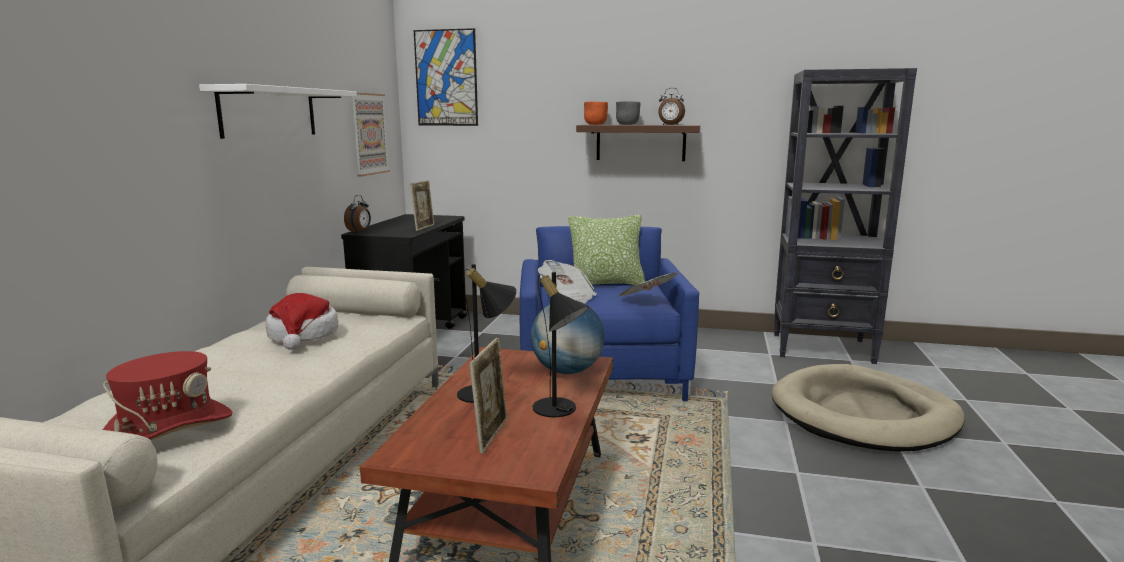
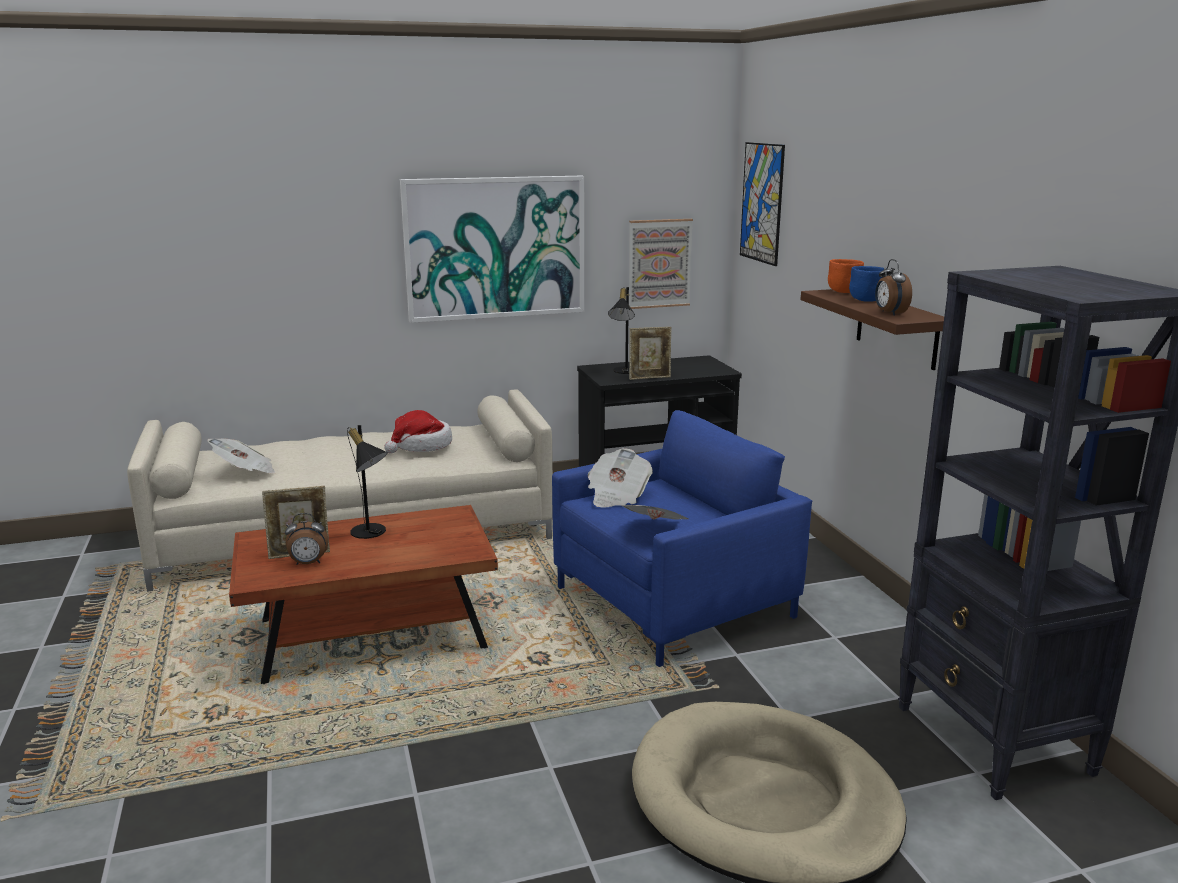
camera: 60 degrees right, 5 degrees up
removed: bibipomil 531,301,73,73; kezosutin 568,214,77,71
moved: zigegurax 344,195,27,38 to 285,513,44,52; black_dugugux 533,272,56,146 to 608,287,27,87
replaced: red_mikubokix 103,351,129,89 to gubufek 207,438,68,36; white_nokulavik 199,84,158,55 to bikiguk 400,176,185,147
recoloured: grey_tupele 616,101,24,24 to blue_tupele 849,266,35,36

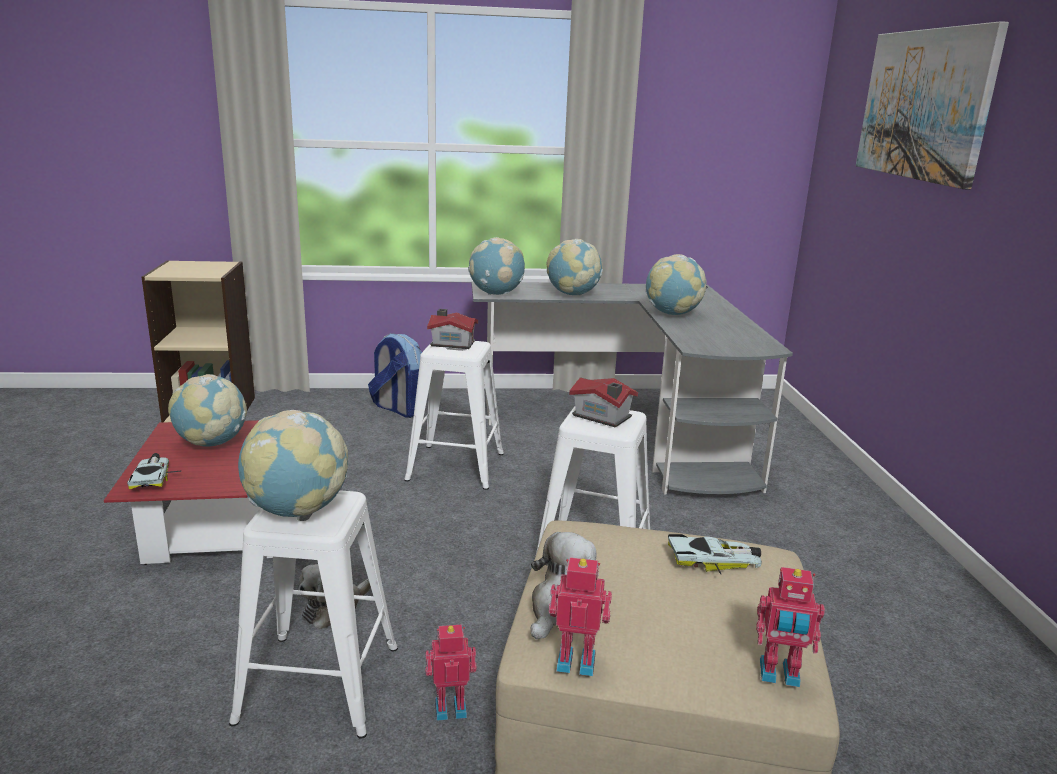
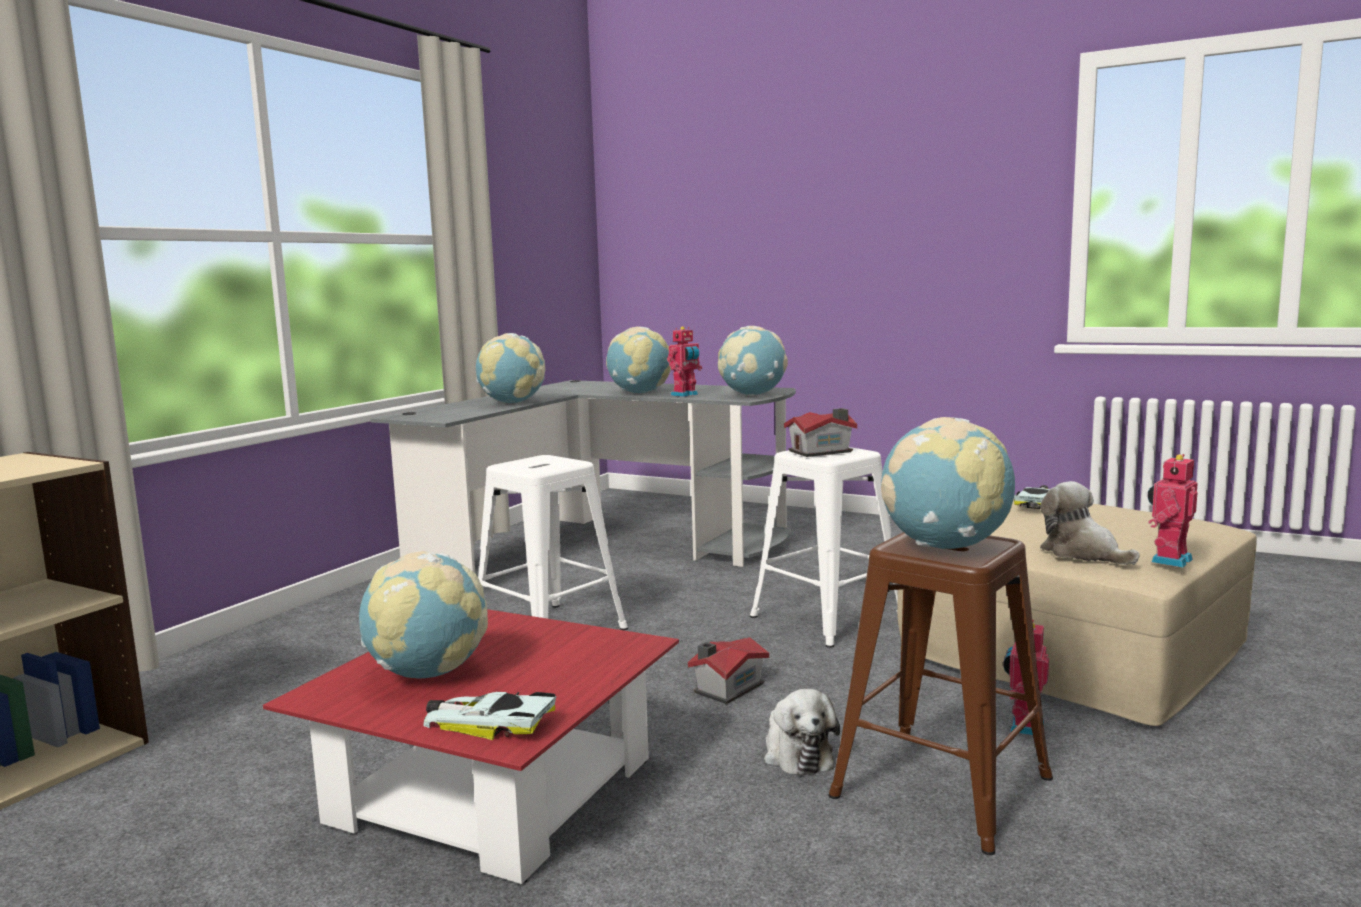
camera: 55 degrees left, 10 degrees down
removed: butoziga 368,333,54,85; bikiguk 856,21,153,168
moved: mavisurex 427,309,51,40 to 688,637,81,67; bibipomil 468,237,57,58 to 718,326,70,70; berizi 756,567,69,120 to 667,326,35,71
recoloured: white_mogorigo 229,490,169,249 to brown_mogorigo 828,532,225,323

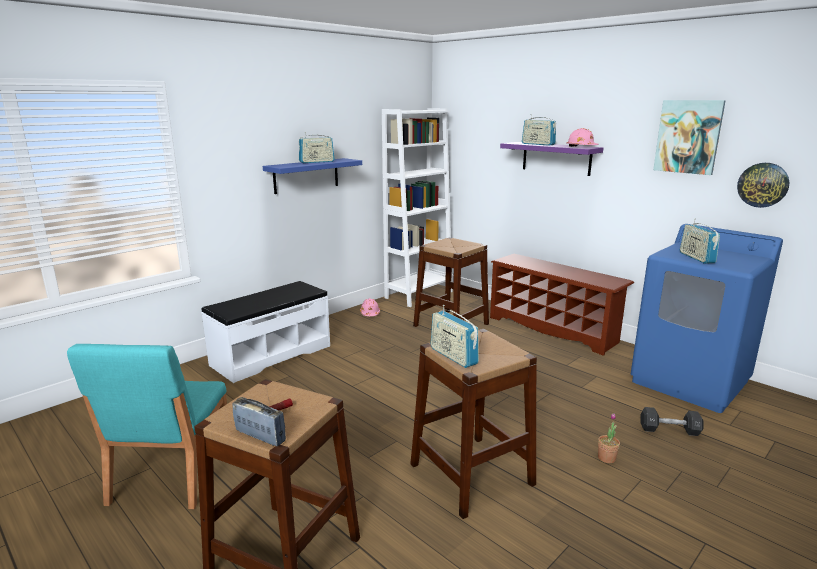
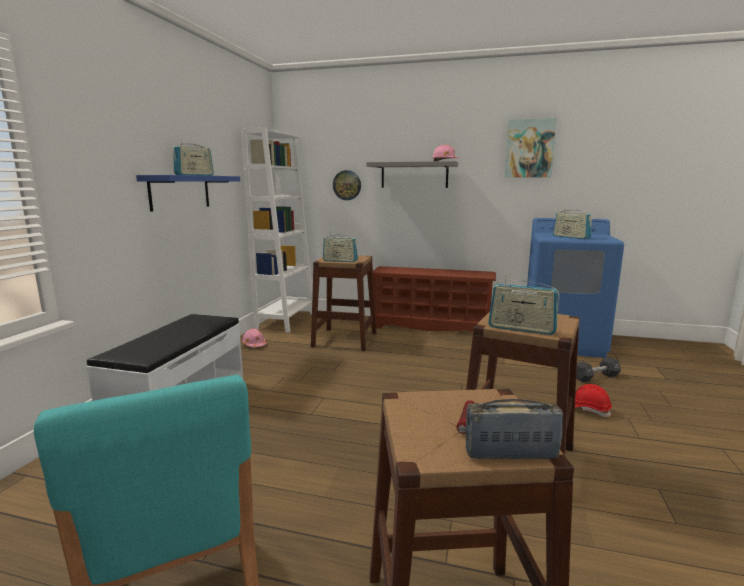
camera: 30 degrees left, 5 degrees down
moved: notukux 522,114,34,32 to 323,235,35,27; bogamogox 737,163,52,45 to 333,170,28,30
replaced: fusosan 598,413,22,50 to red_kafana 575,384,37,33
recoloured: purple_nokulavik 500,142,103,34 to grey_nokulavik 366,161,92,27

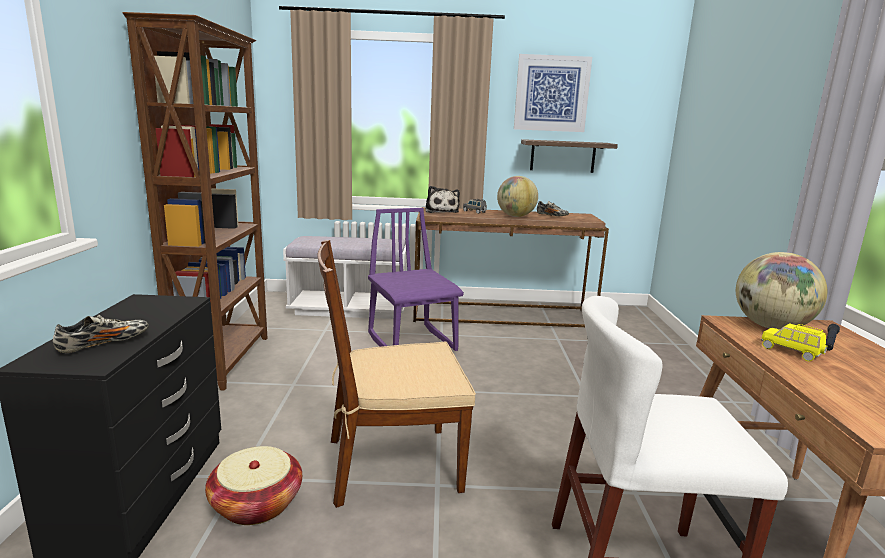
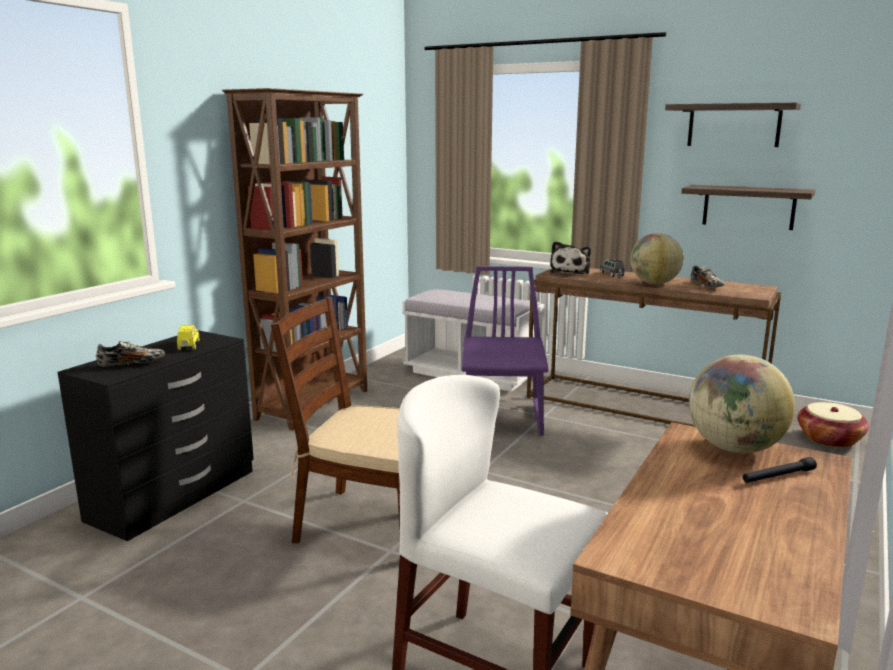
camera: 30 degrees right, 0 degrees up
moved: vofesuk 205,446,97,79 to 798,402,71,46; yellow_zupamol 761,323,66,38 to 177,325,22,25
replaced: bikiguk 514,54,78,78 to nokulavik 665,103,136,44

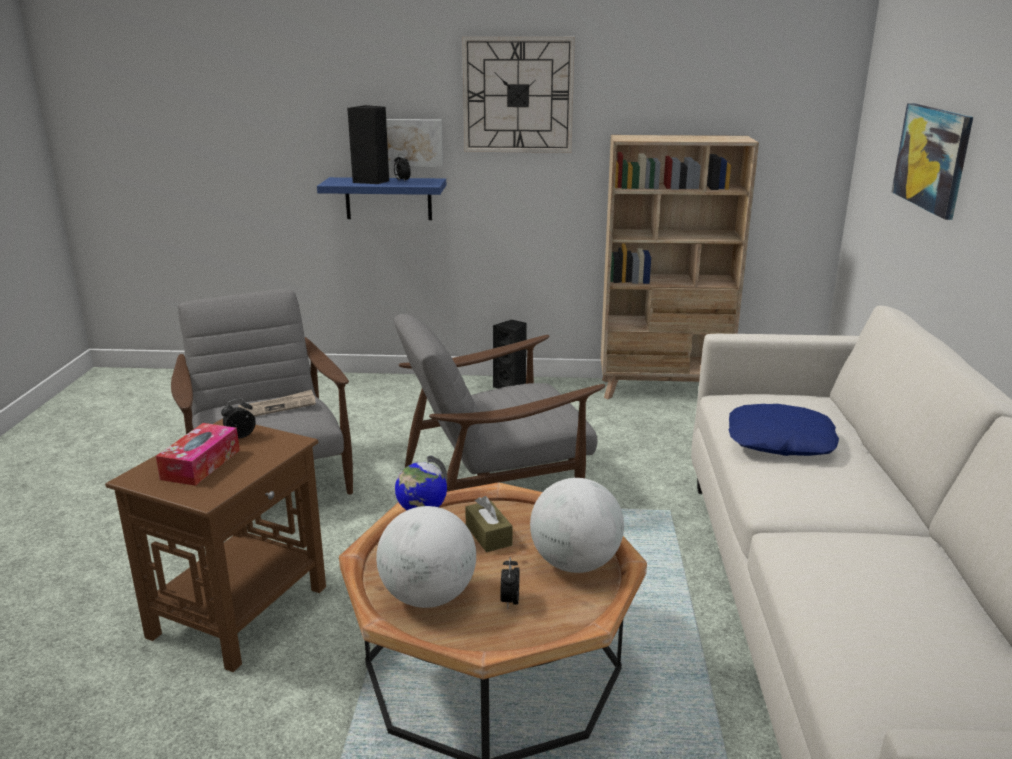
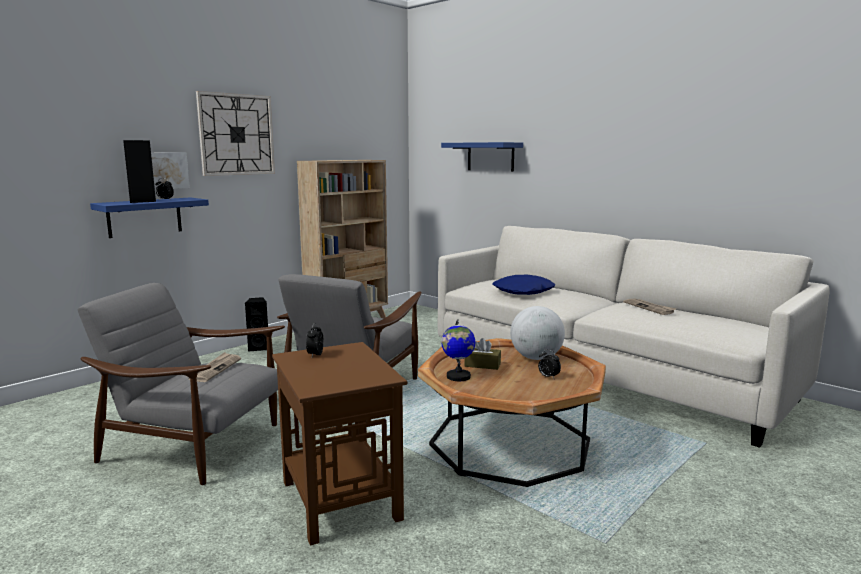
camera: 50 degrees left, 10 degrees down
removed: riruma 156,423,84,63; bibipomil 376,506,100,102
added: gubufek 623,299,54,16
replaced: bikiguk 892,103,81,117 to blue_nokulavik 441,142,82,29

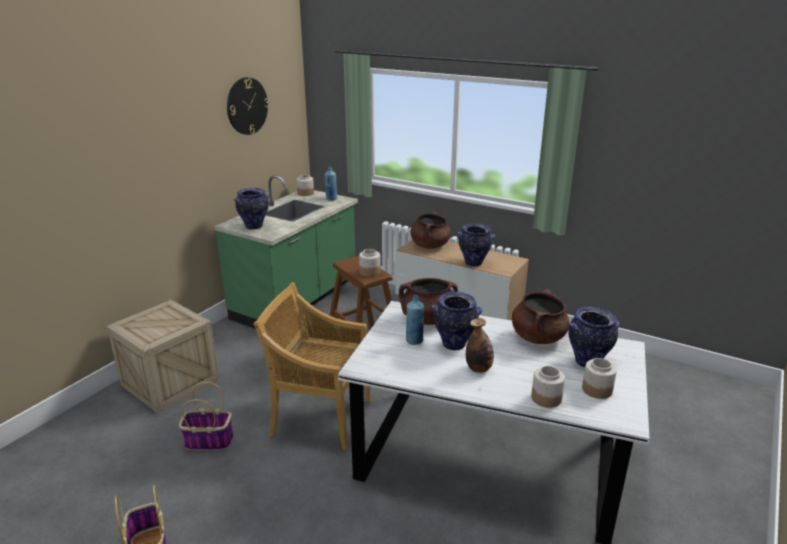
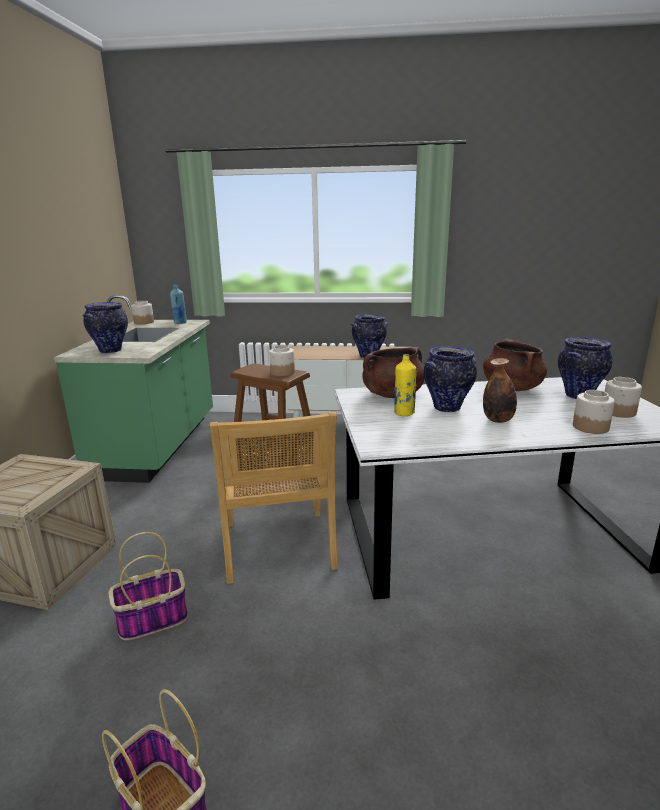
camera: 25 degrees left, 5 degrees down
removed: bogamogox 227,77,42,58; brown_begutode 410,211,41,38
recoloured: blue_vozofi 406,295,18,50 to yellow_vozofi 394,354,22,62
turned: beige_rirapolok 253,282,118,168 = 210,412,128,172 90 degrees counterclockwise

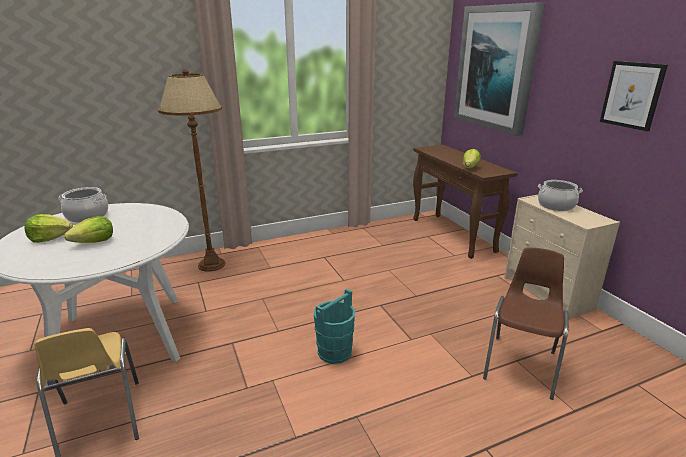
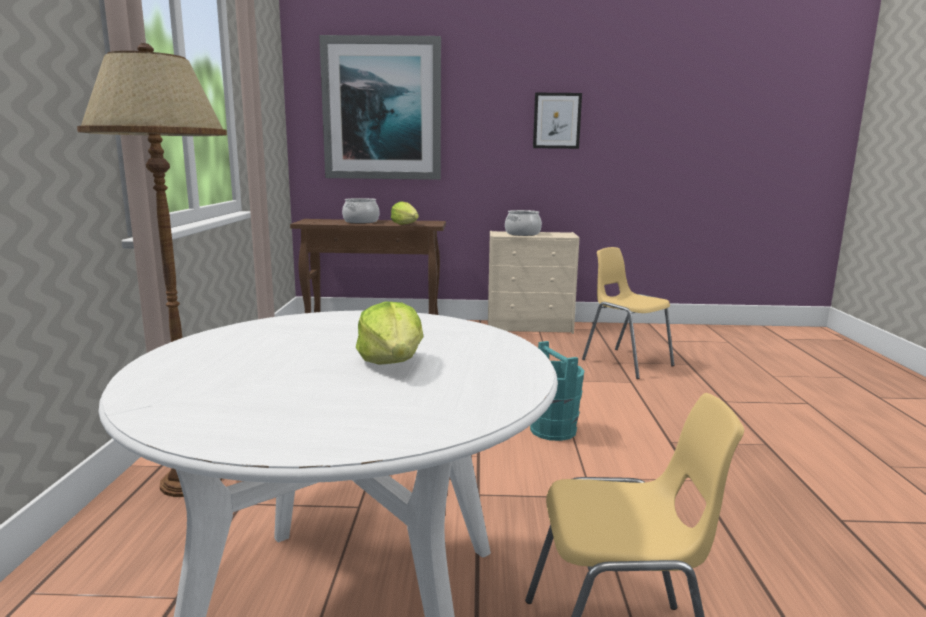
camera: 65 degrees left, 10 degrees down
removed: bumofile 24,214,49,29
moved: begutode 59,187,49,36 to 342,198,37,25
recoloured: brown_rirapolok 483,247,86,153 to yellow_rirapolok 582,247,93,132

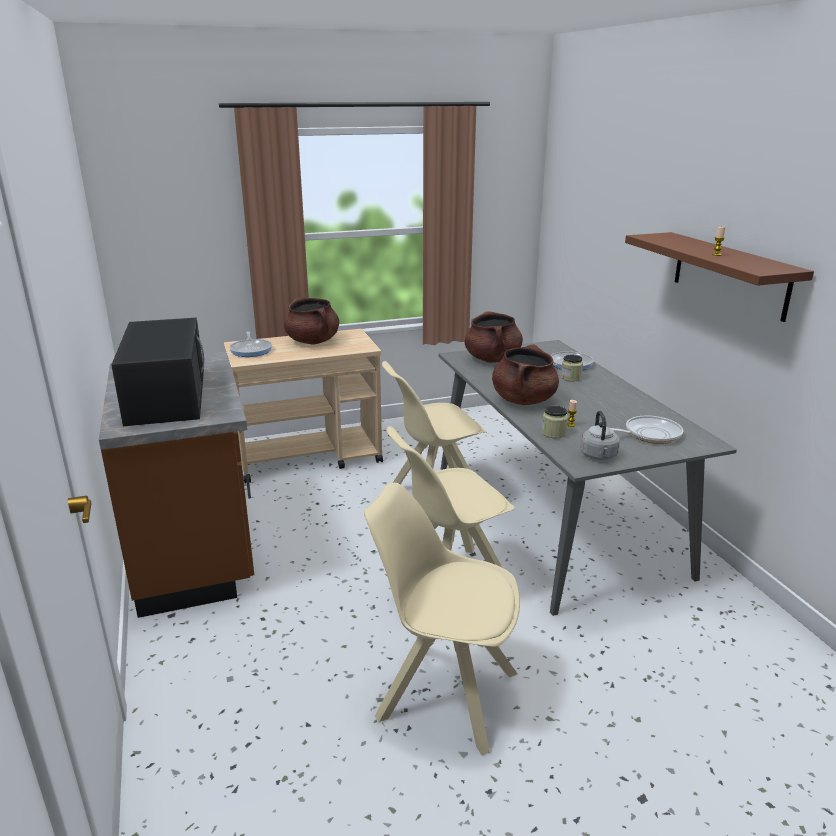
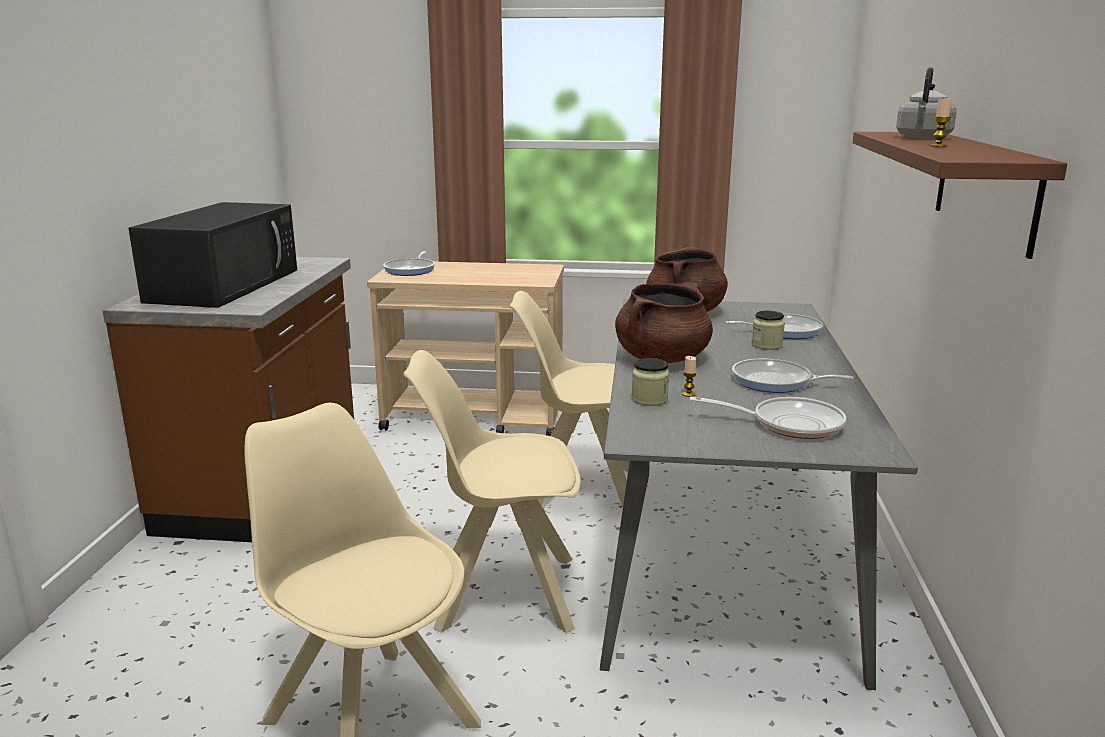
camera: 25 degrees right, 5 degrees down
removed: brown_begutode 284,298,55,47
added: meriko 732,359,122,34
moved: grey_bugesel 580,410,40,50 to 896,67,61,72

